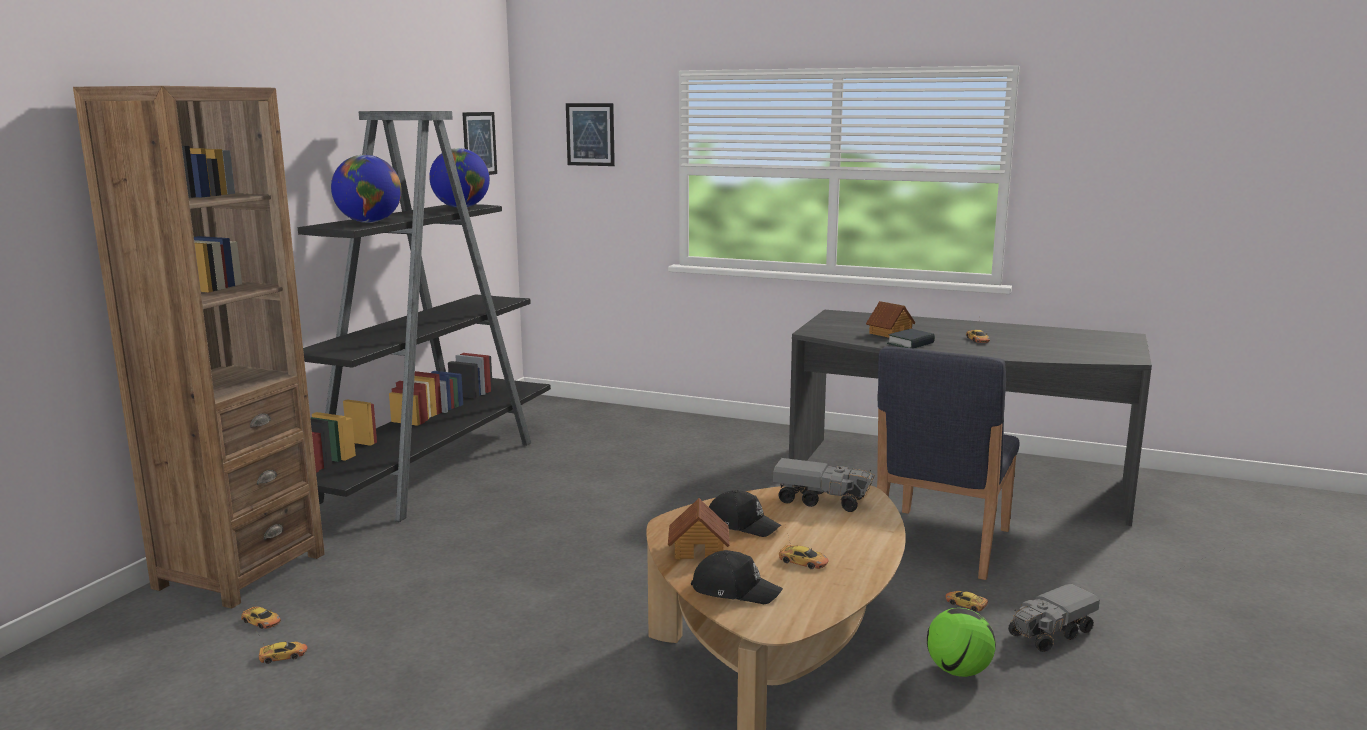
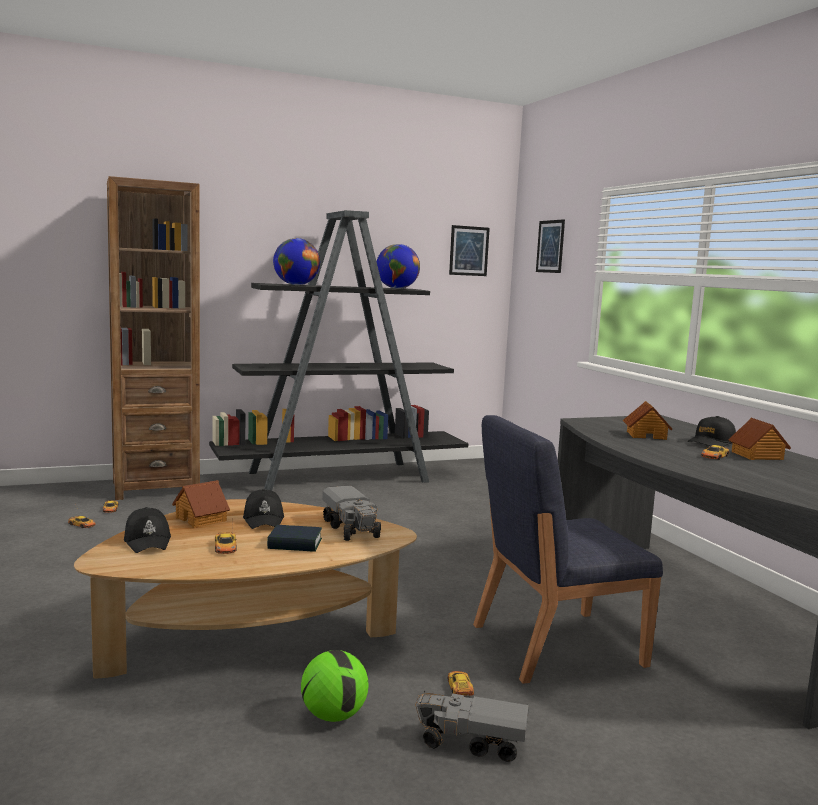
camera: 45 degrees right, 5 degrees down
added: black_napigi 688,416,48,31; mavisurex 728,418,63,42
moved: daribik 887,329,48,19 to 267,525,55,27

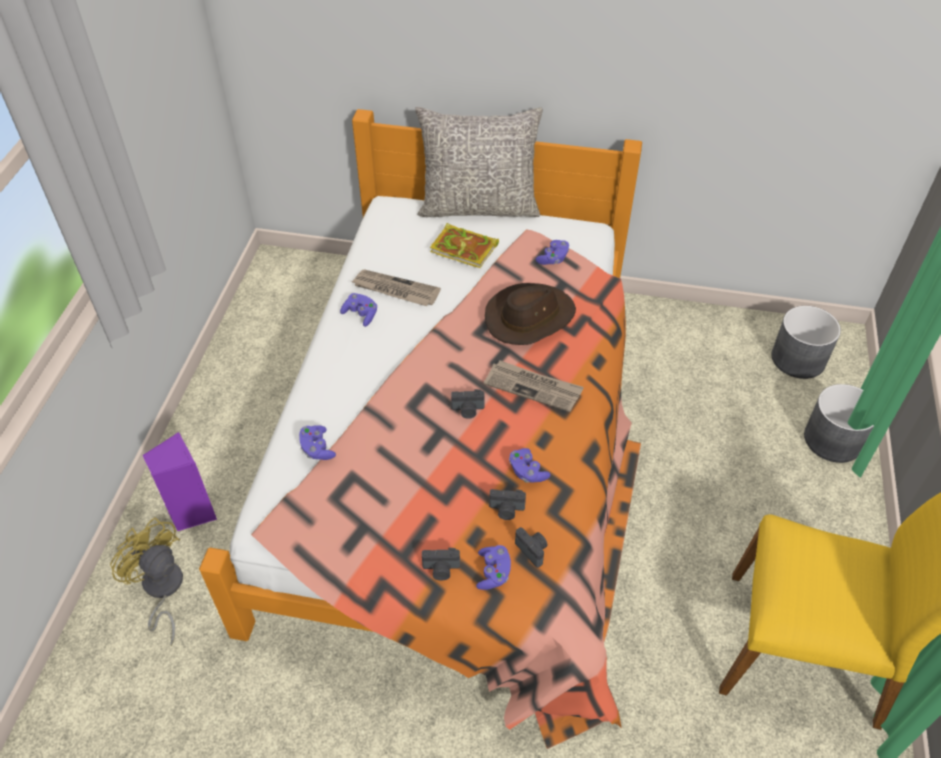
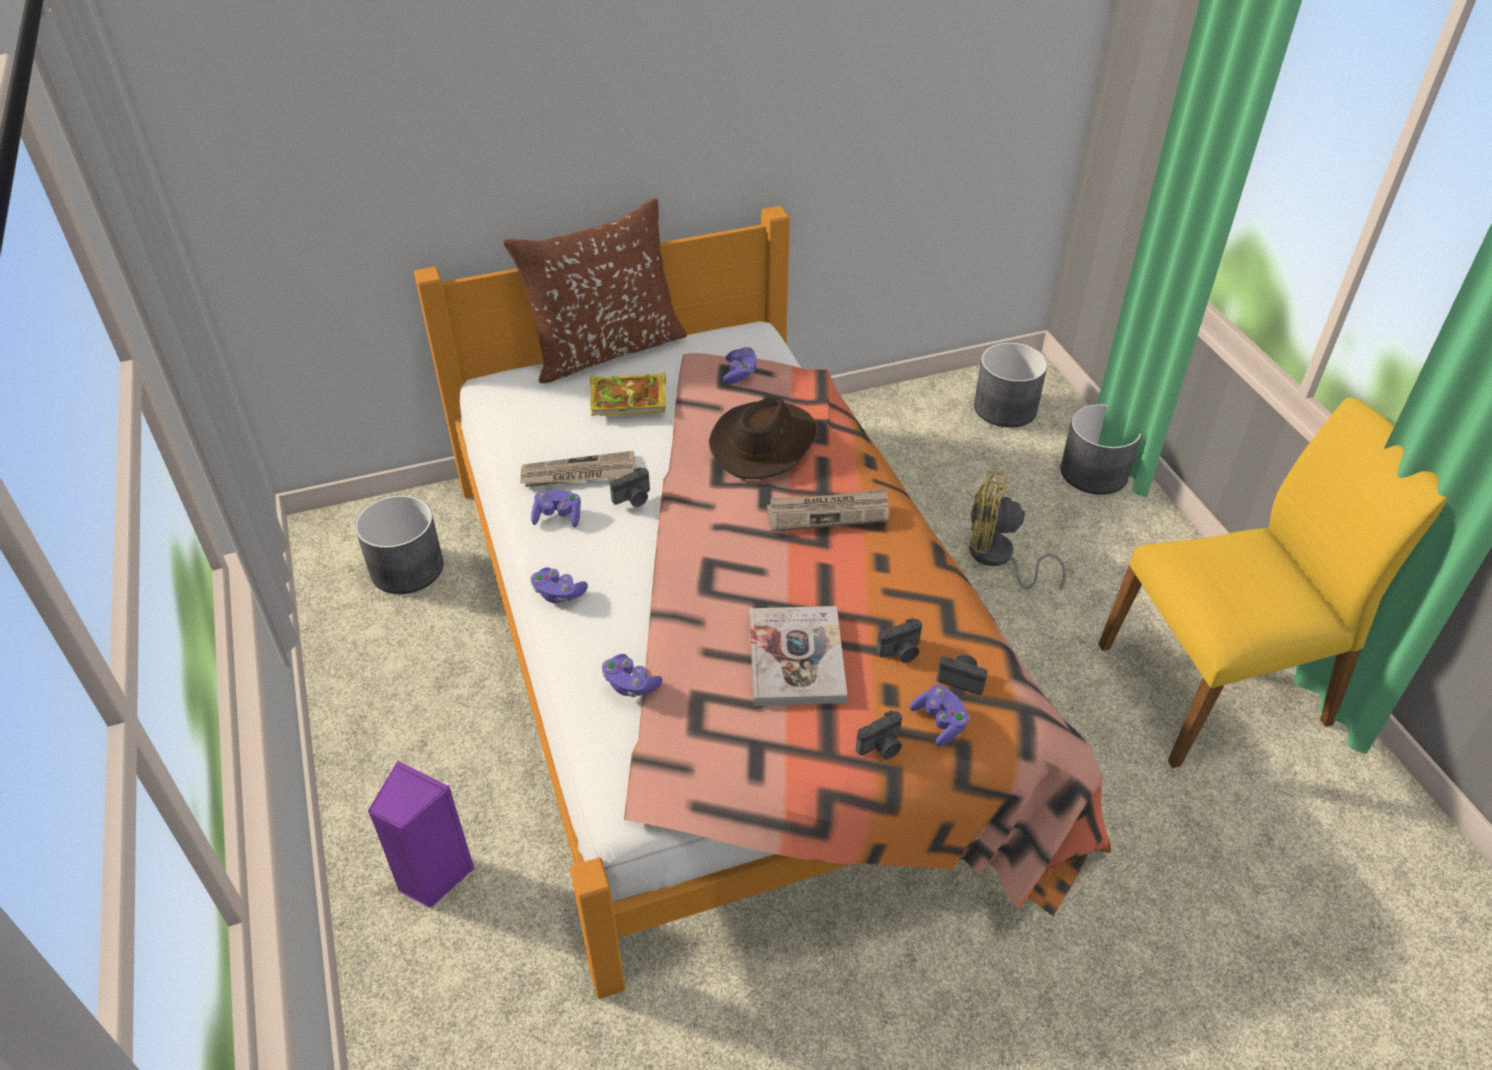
camera: 30 degrees left, 5 degrees down
added: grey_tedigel 355,495,88,99; daribik 749,606,98,100
moved: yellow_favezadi 110,517,73,129 to 969,470,97,121; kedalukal 451,389,34,30 to 610,467,40,40; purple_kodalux 509,448,42,35 to 531,567,57,36
recoloured: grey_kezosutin 415,107,128,110 to brown_kezosutin 504,199,183,184

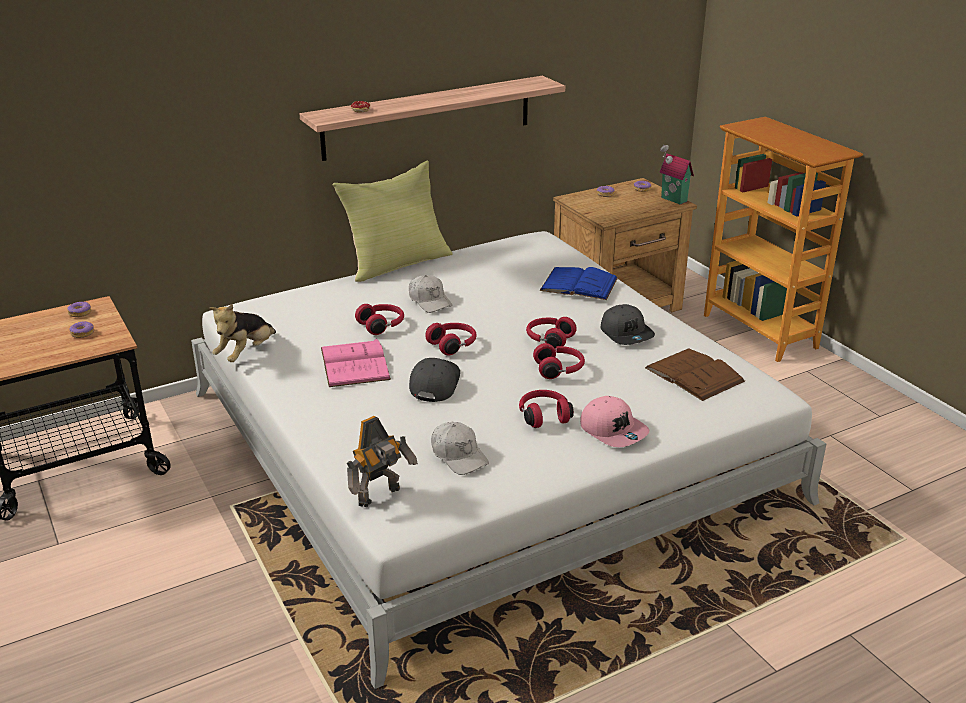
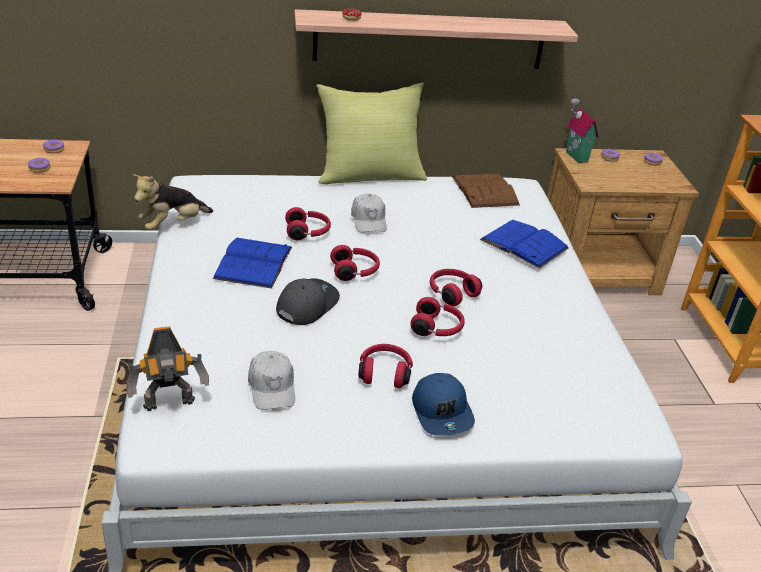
camera: 20 degrees right, 5 degrees up
removed: grey_napigi 601,304,54,41
moved: brown_daribik 645,349,100,52 to 452,173,68,35; mavisurex 660,145,34,59 to 566,98,33,65
recoloured: pink_daribik 321,338,70,49 to blue_daribik 213,238,79,51; pink_napigi 580,396,69,51 to blue_napigi 412,373,63,63

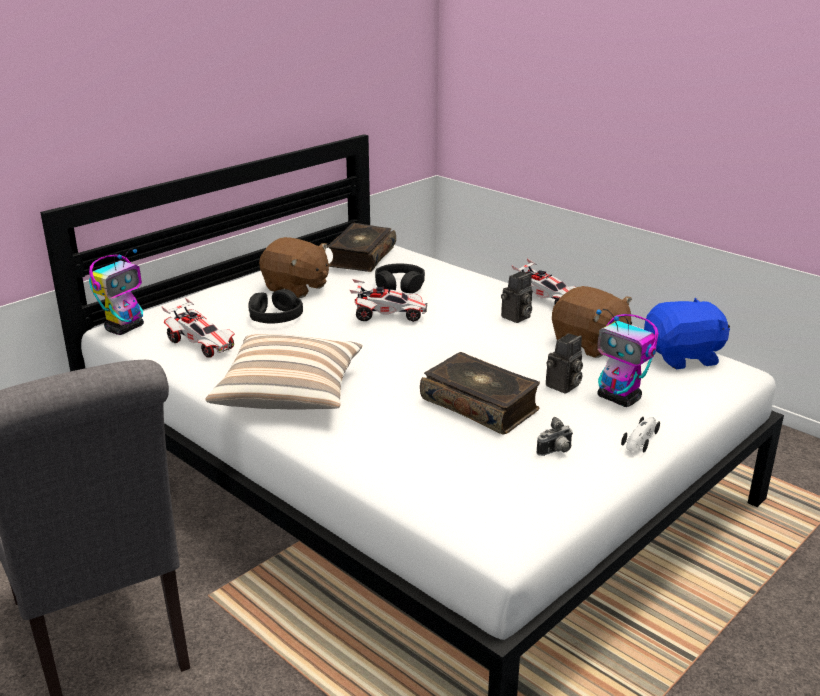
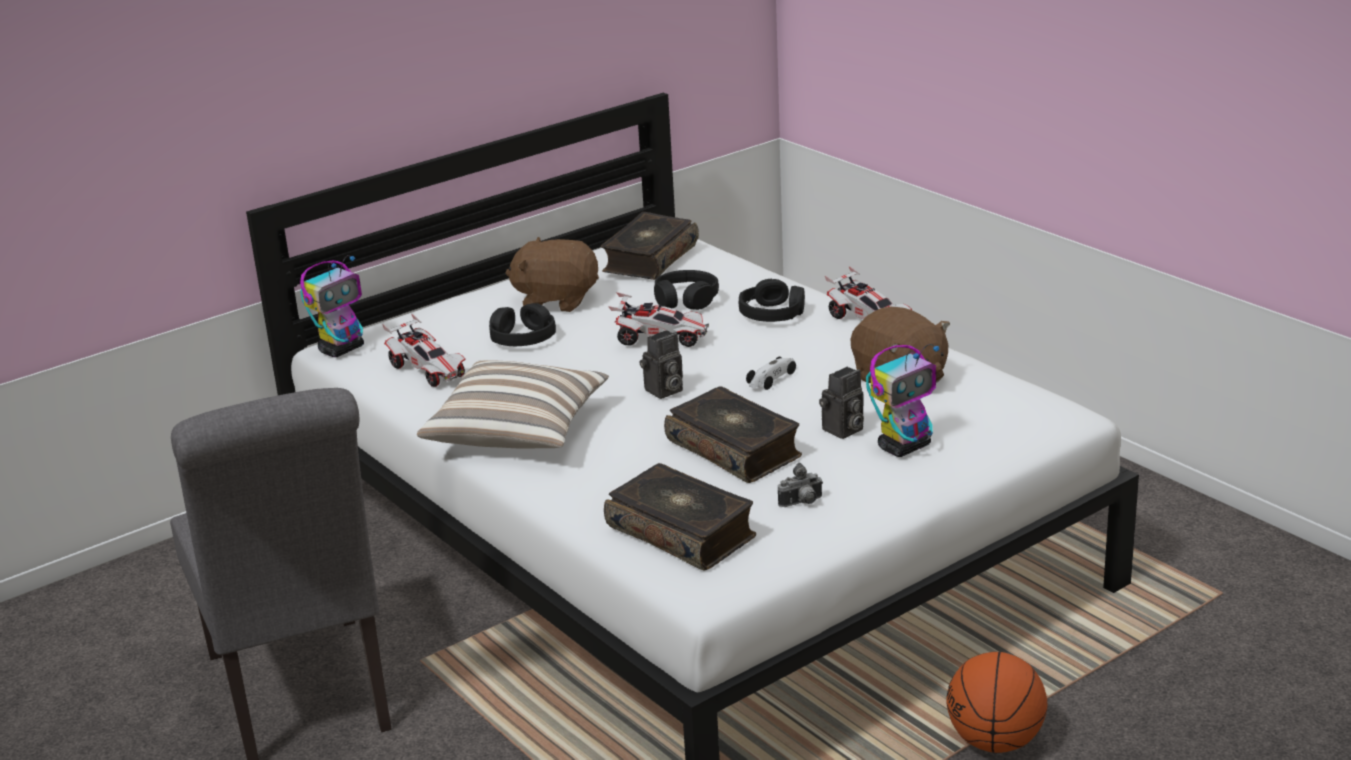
camera: 10 degrees right, 0 degrees up
removed: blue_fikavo 644,297,86,72
added: daribik 604,463,152,107; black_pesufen 739,279,66,43; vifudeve 946,652,102,101
moved: kedalukal 501,271,31,52 to 639,330,44,69; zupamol 621,416,39,36 to 746,357,50,33
turned: brown_fikavo 259,237,70,61 = 506,237,93,75 150 degrees clockwise; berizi 596,309,63,98 = 866,344,73,113 90 degrees counterclockwise

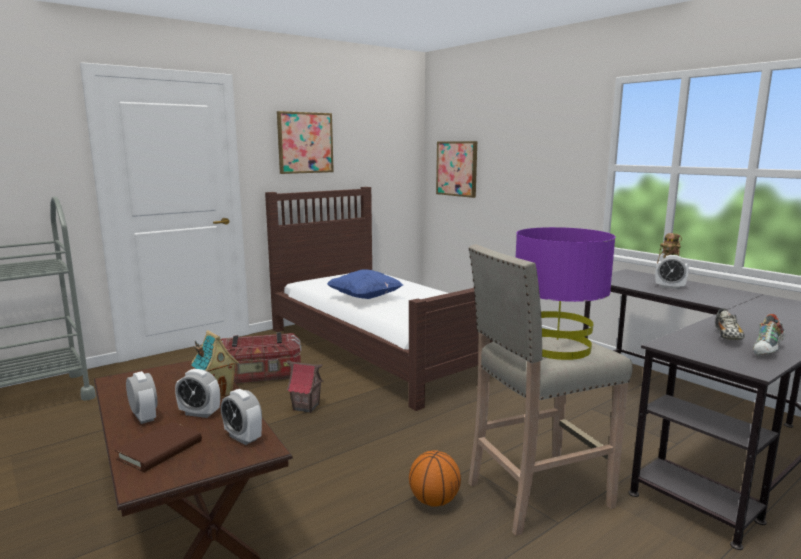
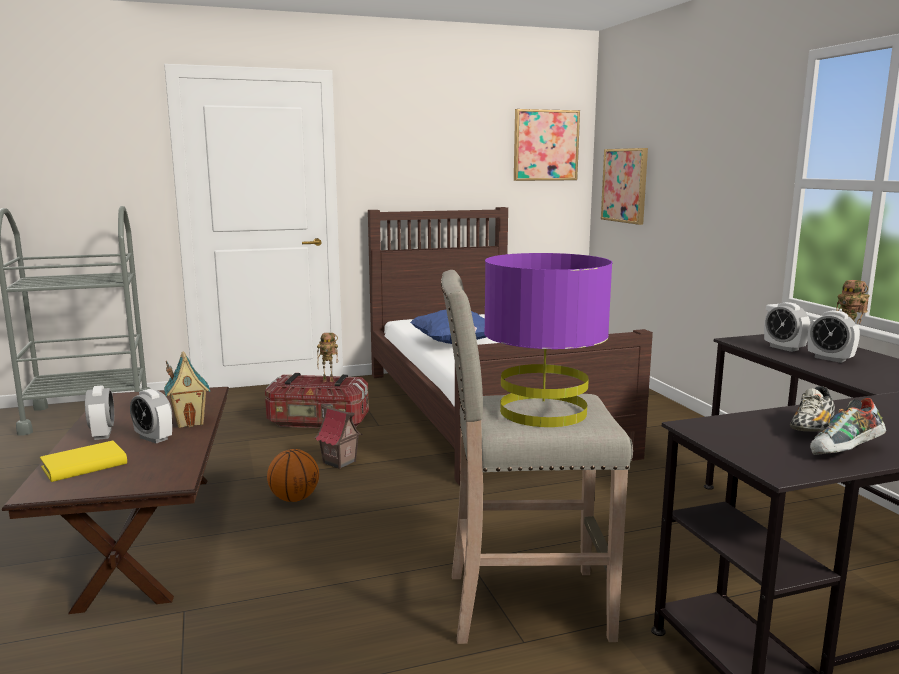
camera: 20 degrees right, 0 degrees up
added: berizi 317,333,21,49
moved: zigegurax 221,389,41,56 to 764,302,46,50; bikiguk 277,111,57,63 to 514,109,66,72; vifudeve 409,450,52,57 to 267,449,52,53
recoloured: brown_daribik 115,422,87,50 to yellow_daribik 40,441,87,41

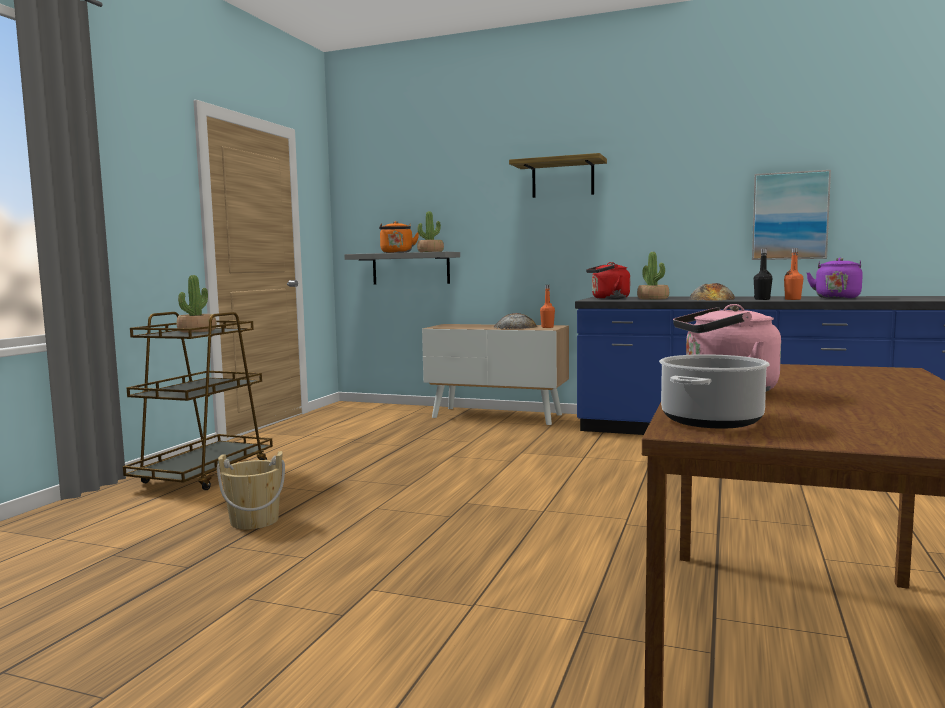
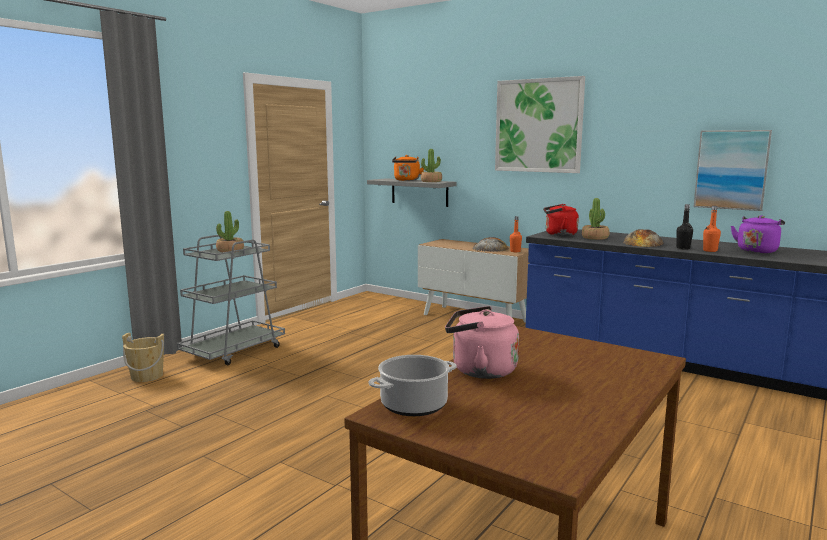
camera: 15 degrees right, 5 degrees up
moved: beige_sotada 217,451,68,78 to 122,333,42,49
replaced: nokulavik 509,153,98,45 to bikiguk 495,76,90,97
recoloured: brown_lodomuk 123,312,150,178 to grey_lodomuk 177,235,108,130

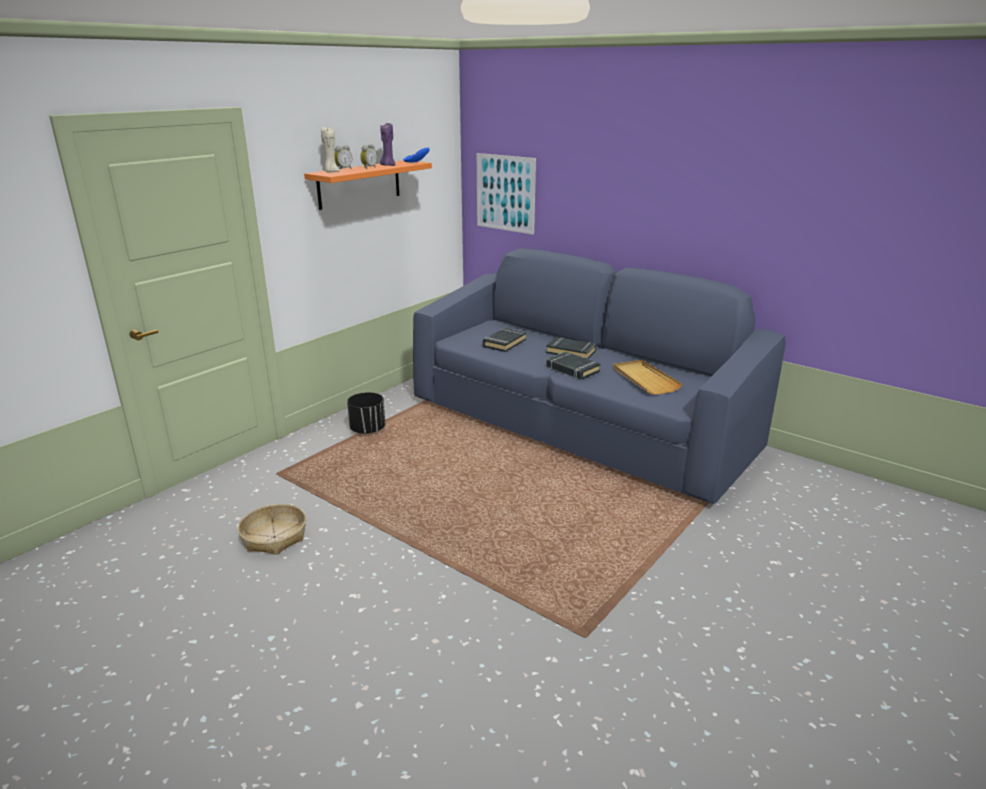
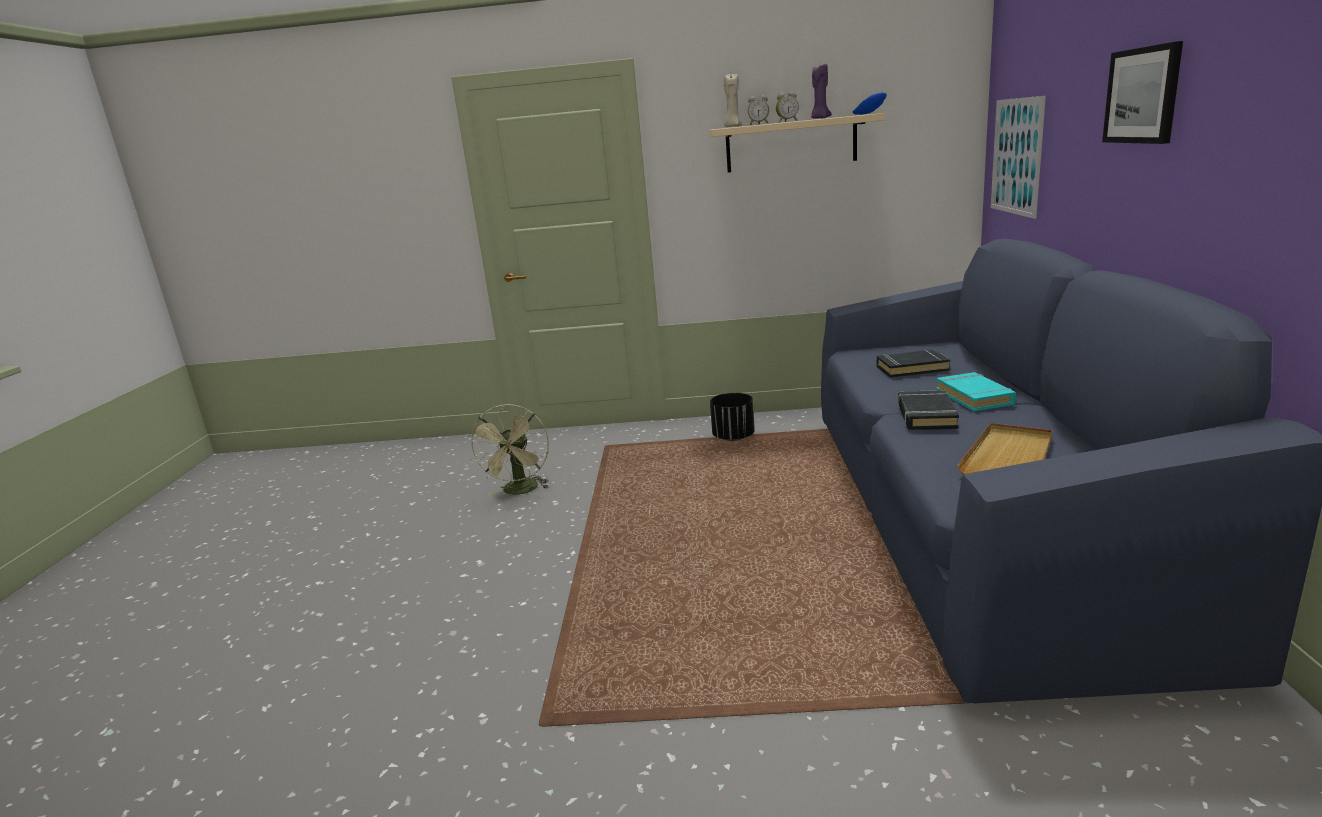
camera: 55 degrees right, 5 degrees down
added: bikiguk 1102,41,81,103
replaced: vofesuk 238,504,68,51 to green_favezadi 469,404,80,91
recoloured: orange_nokulavik 304,161,128,49 to beige_nokulavik 709,113,176,60; black_daribik 546,337,50,22 to turquoise_daribik 936,372,80,39

